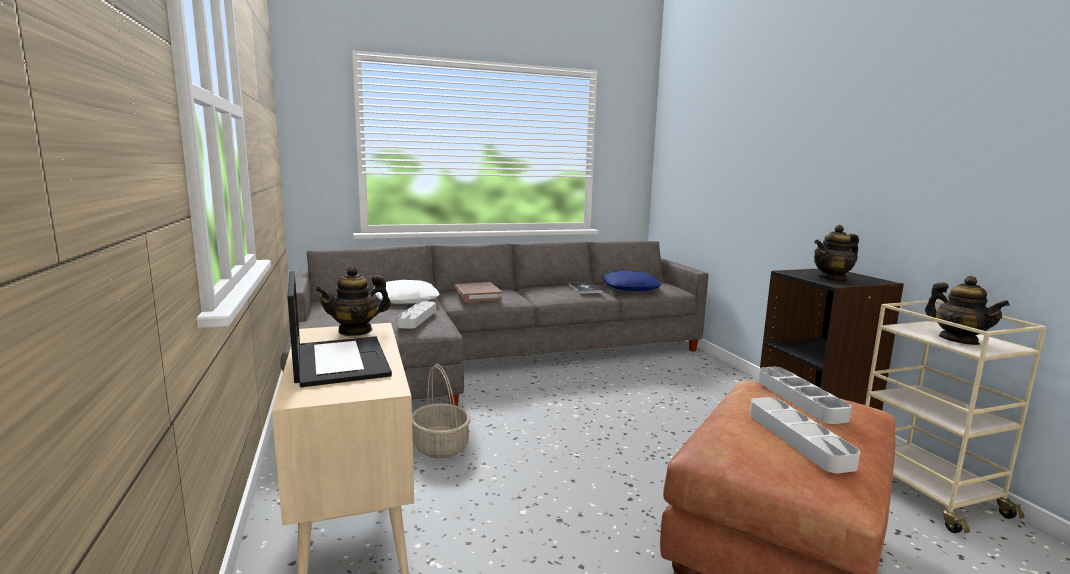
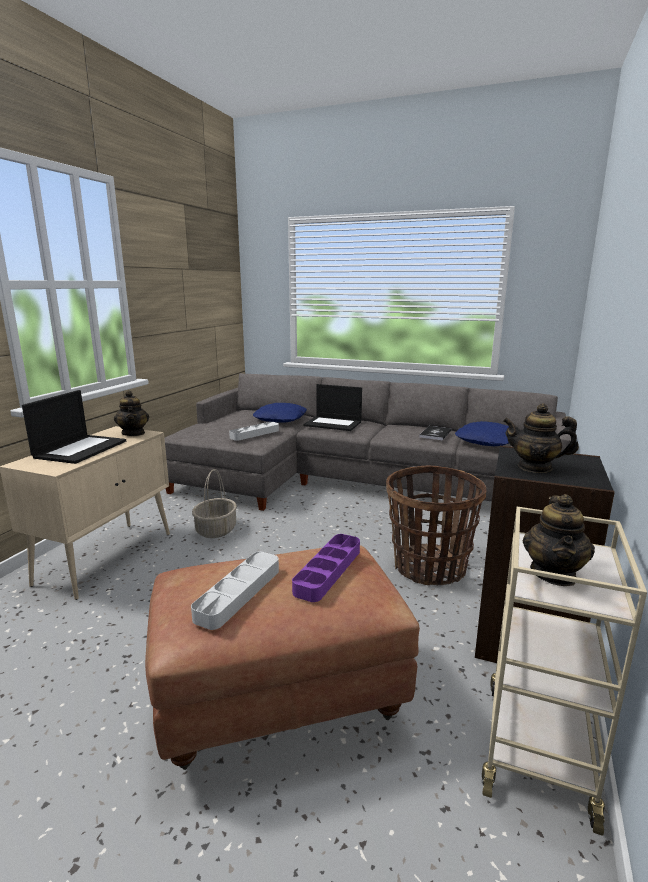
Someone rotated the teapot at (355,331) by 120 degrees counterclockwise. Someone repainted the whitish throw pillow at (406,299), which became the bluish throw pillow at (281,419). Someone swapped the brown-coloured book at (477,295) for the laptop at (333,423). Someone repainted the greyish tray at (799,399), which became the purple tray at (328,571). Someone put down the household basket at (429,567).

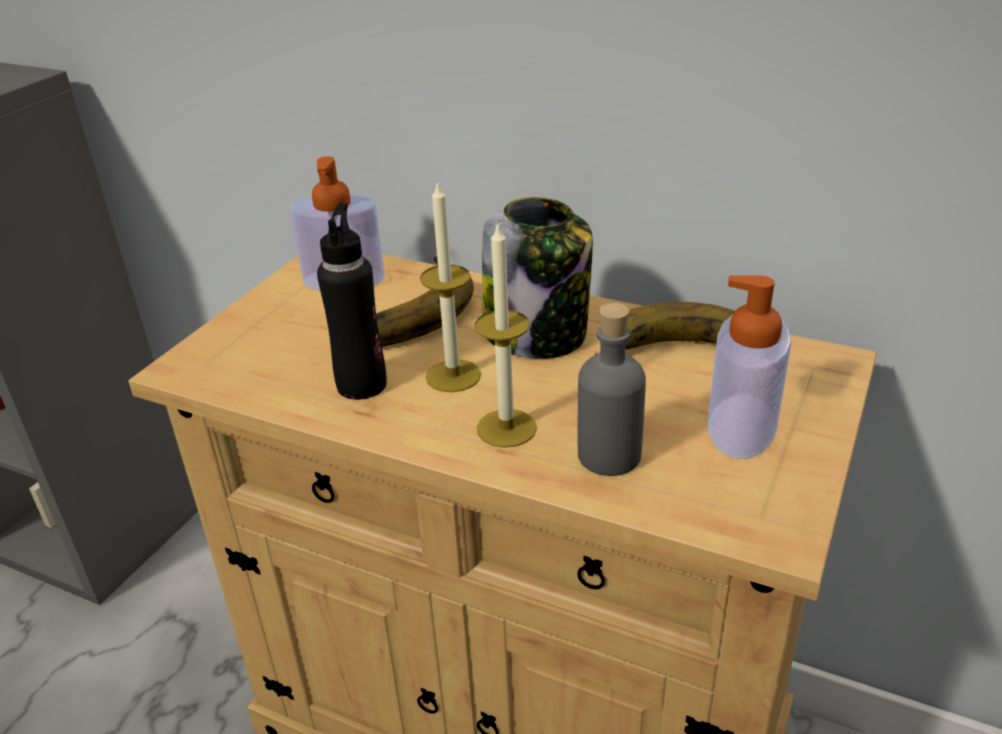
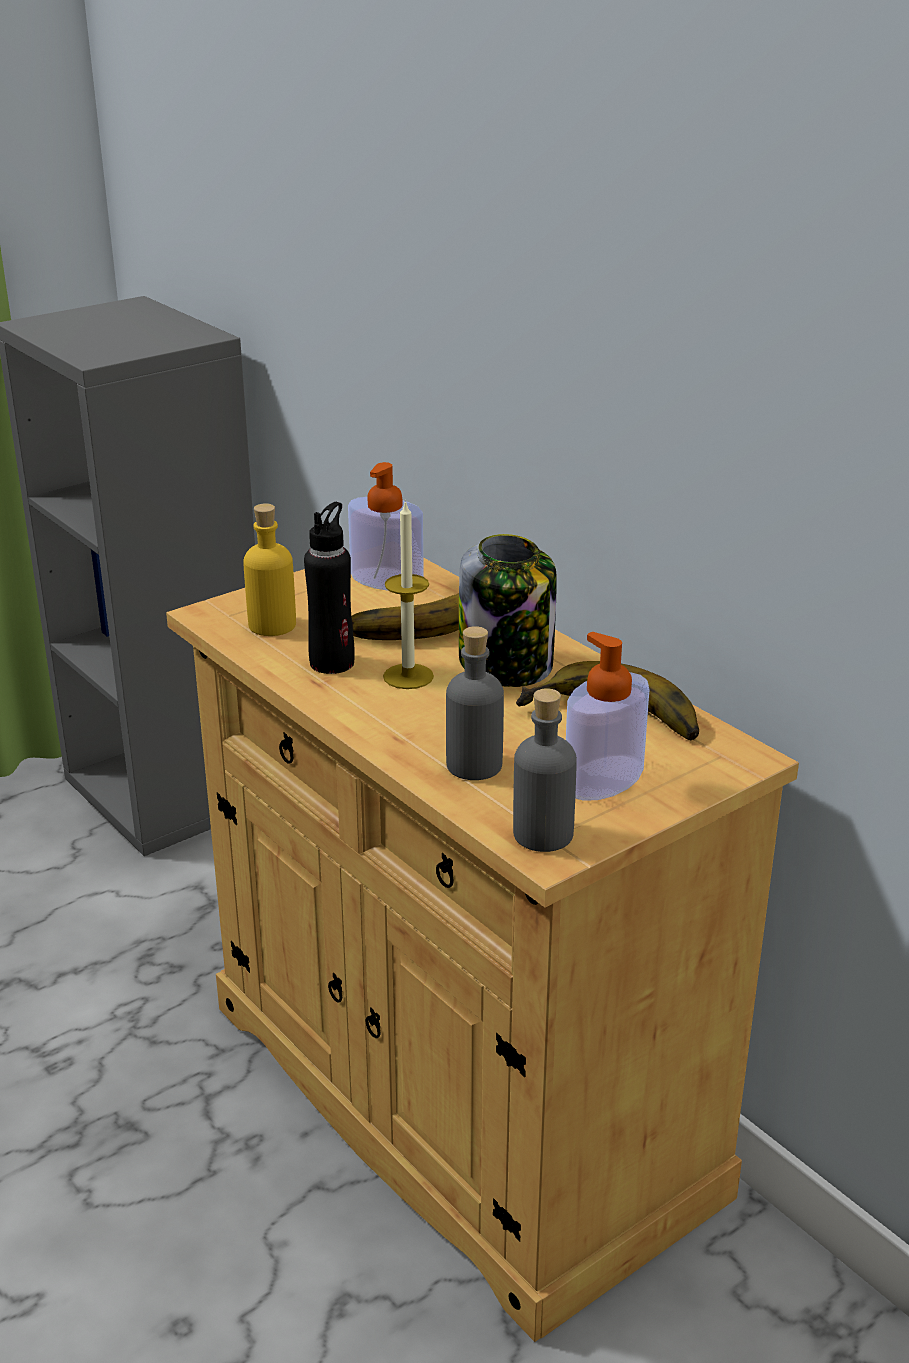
Someone took away the candle at (506,428). Someone put down the yellowish beverage bottle at (272,625). Someone put down the greyish beverage bottle at (543,834).

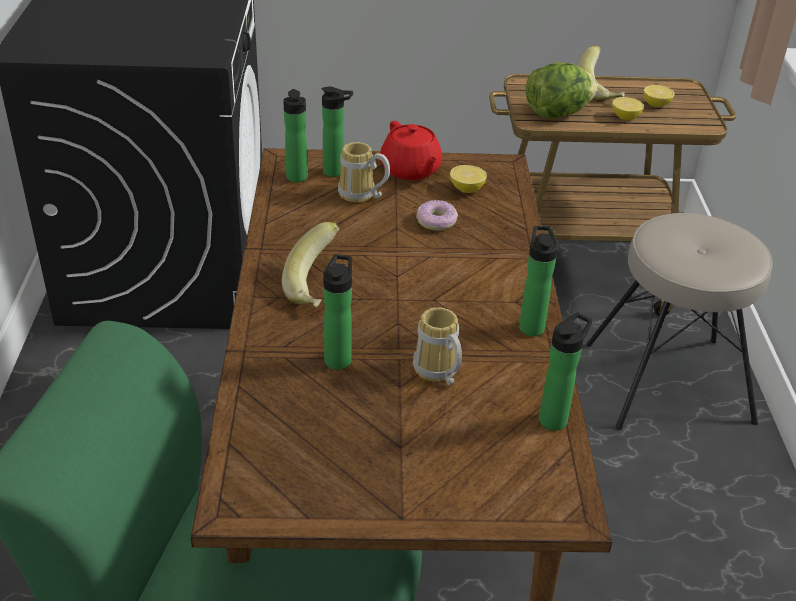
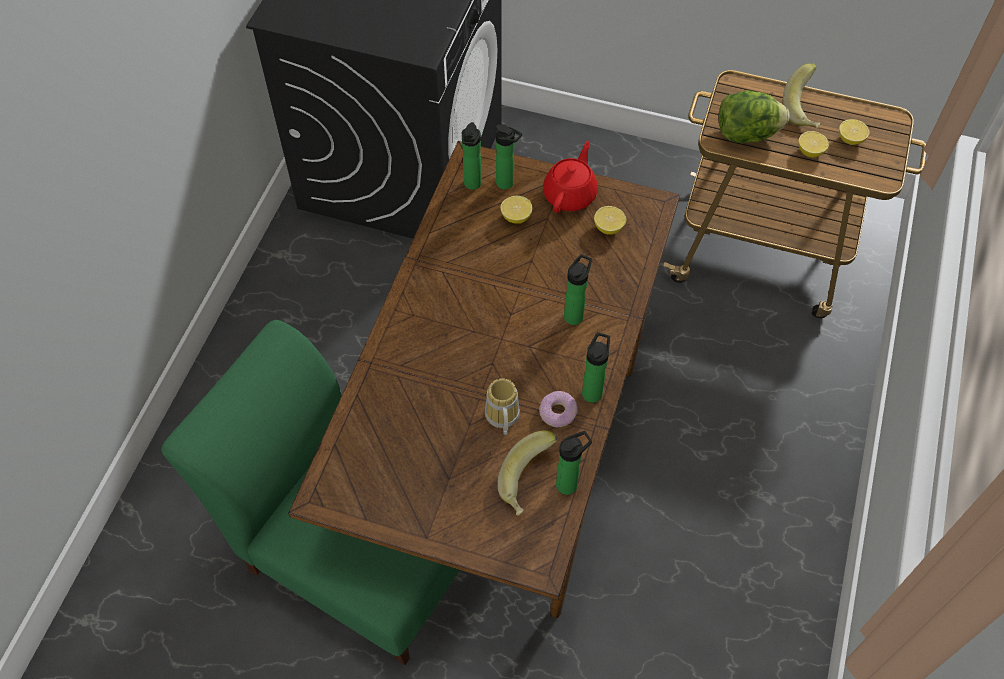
Someone carried the banana from (317,287) to (529,482). Someone carried the beverage bottle from (338,358) to (575,314). Someone swapped the coffee mug at (360,196) for the whole lemon at (516,217). Someone rotated the red-coloured teapot at (410,170) by 150 degrees counterclockwise. Someone carried the doughnut from (436,221) to (558,412). Someone took away the sand-coloured sitting stool at (667,380).

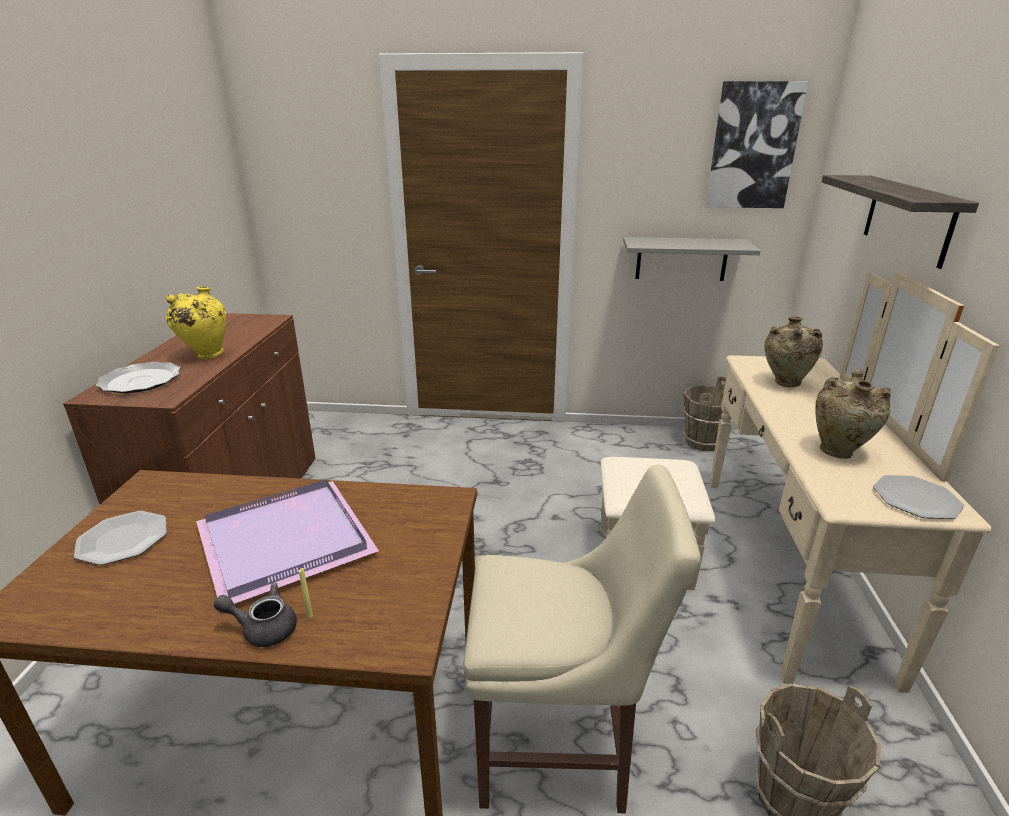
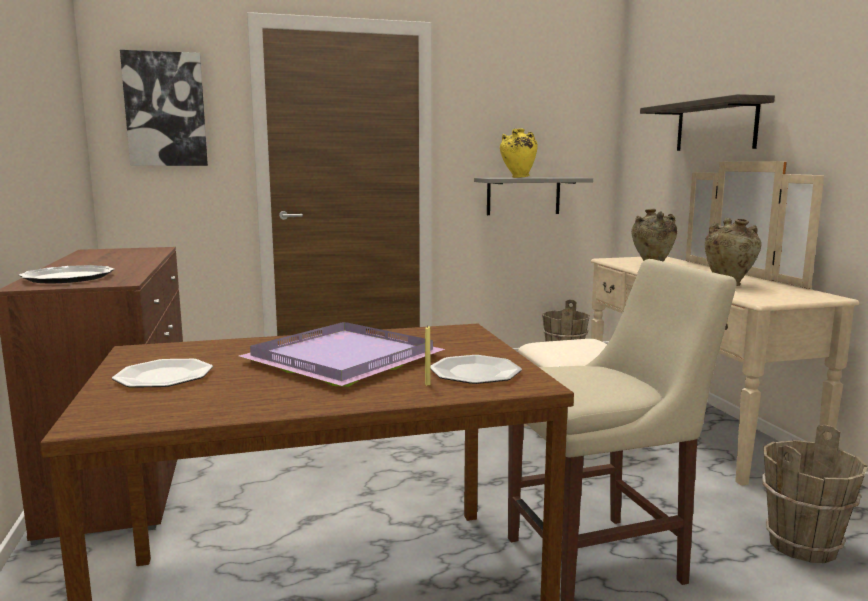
Someone carried the yellowish flower vase from (206,355) to (518,177). Someone took away the greyish teapot at (263,628). Someone carried the wall art from (753,146) to (165,109). Someone carried the flat dish from (916,499) to (475,372).

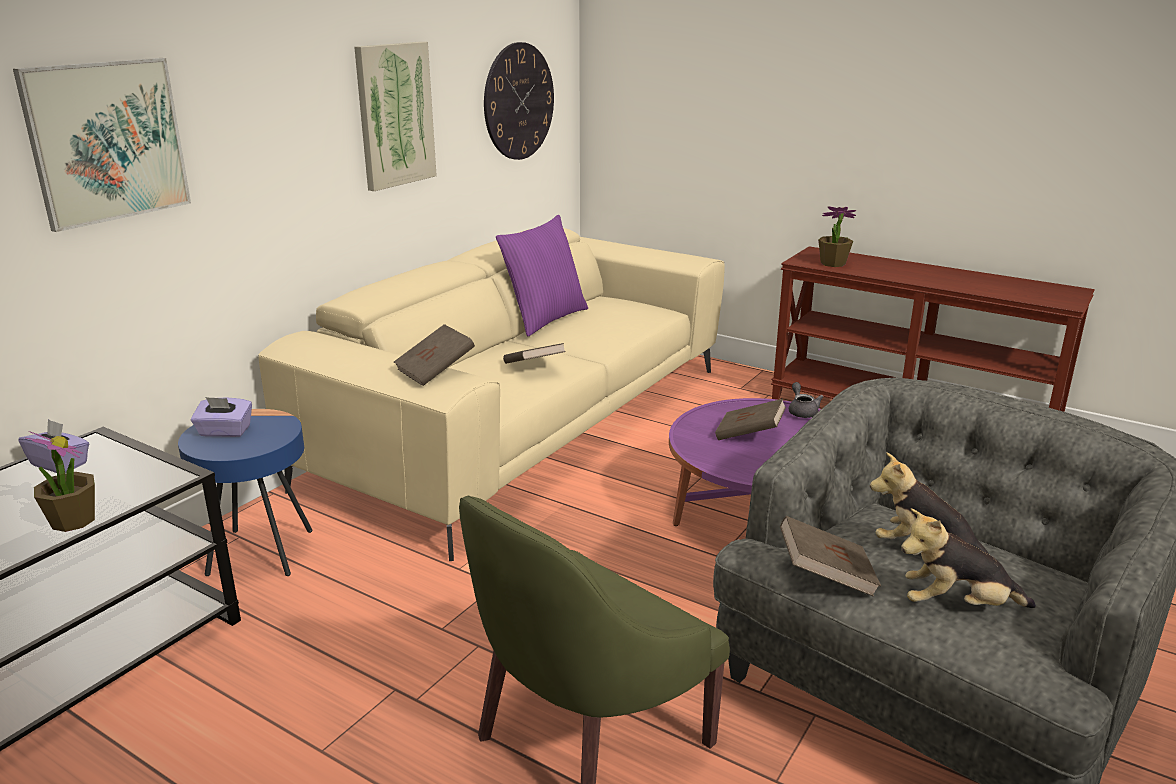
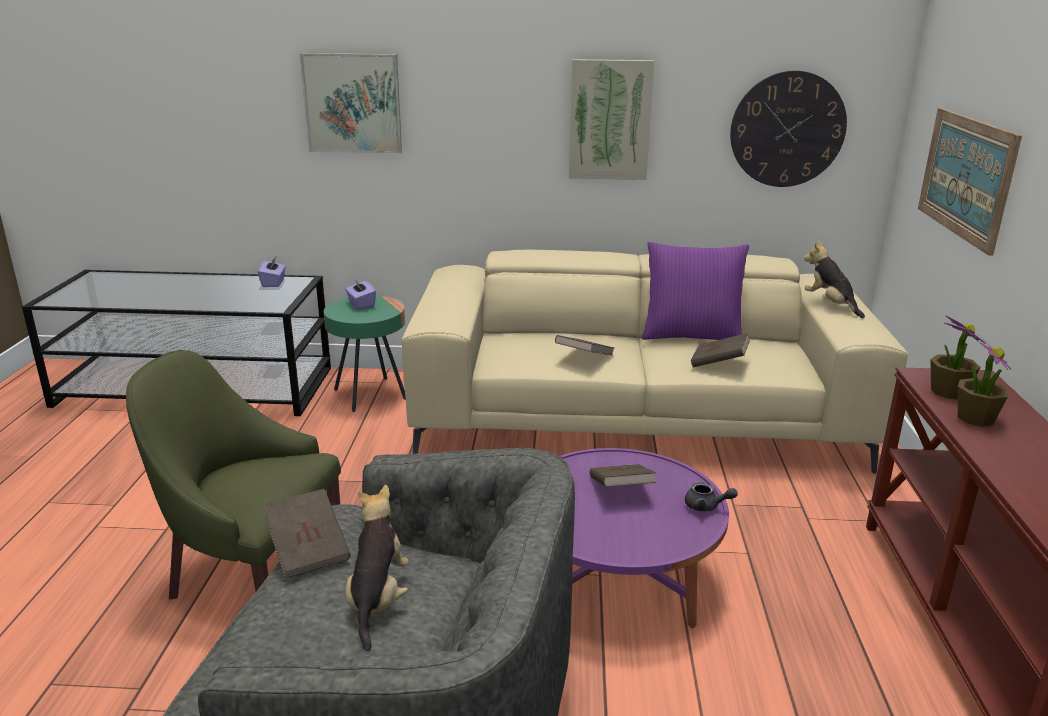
Someone carried the potted plant from (73,520) to (975,418). Someone repainted the bluish accent table at (261,552), which became the green-coloured accent table at (370,394). Someone carried the brown-coloured book from (435,371) to (719,363). Someone rotated the greyish teapot at (802,411) by 60 degrees clockwise. Someone carried the soft toy from (957,605) to (830,305). Someone put up the wall art at (965,176).

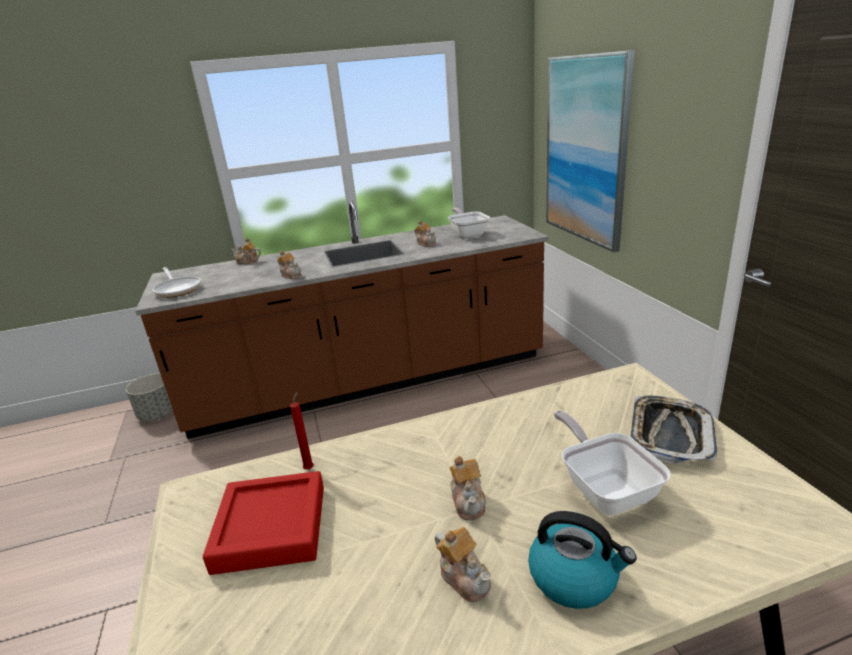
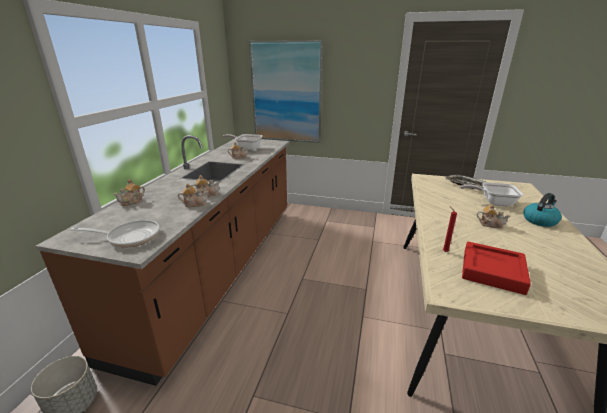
Someone carried the teapot from (465,577) to (195,204).

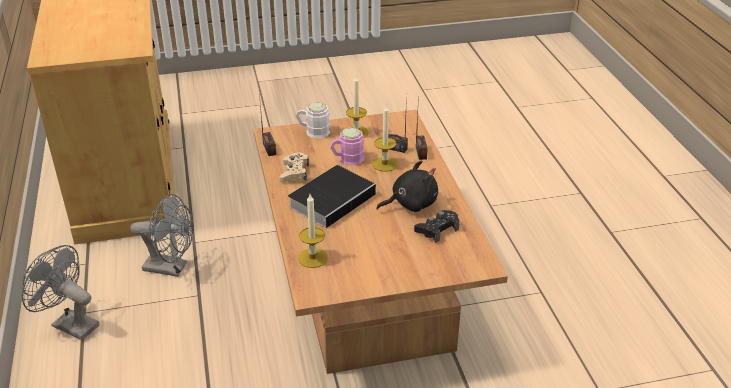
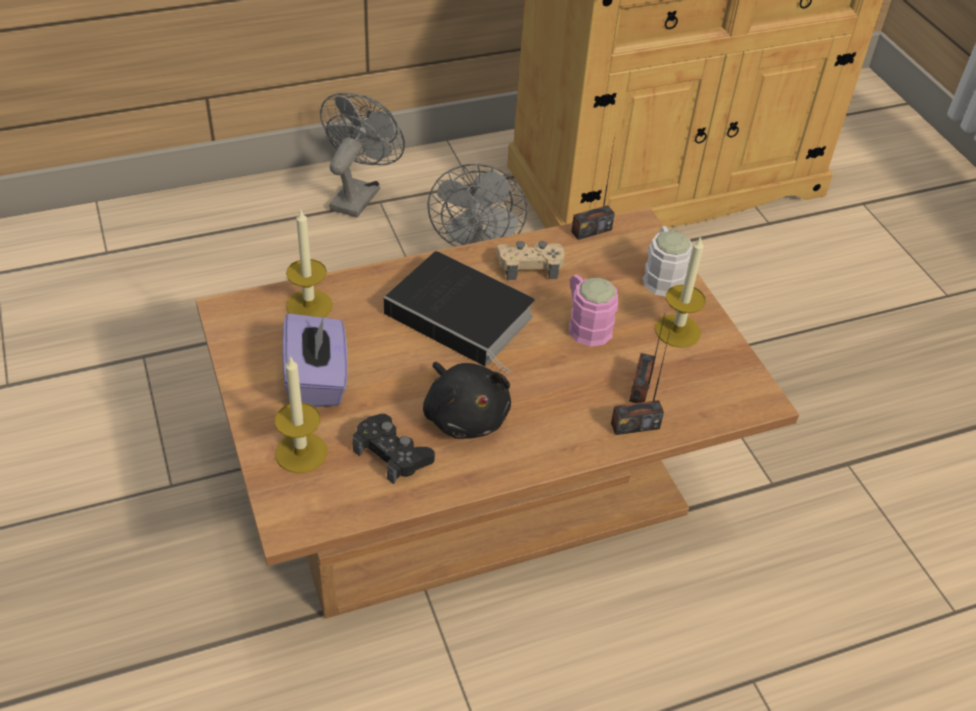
Someone carried the candle from (385,164) to (301,452). Someone put down the purple box of tissues at (317,380).

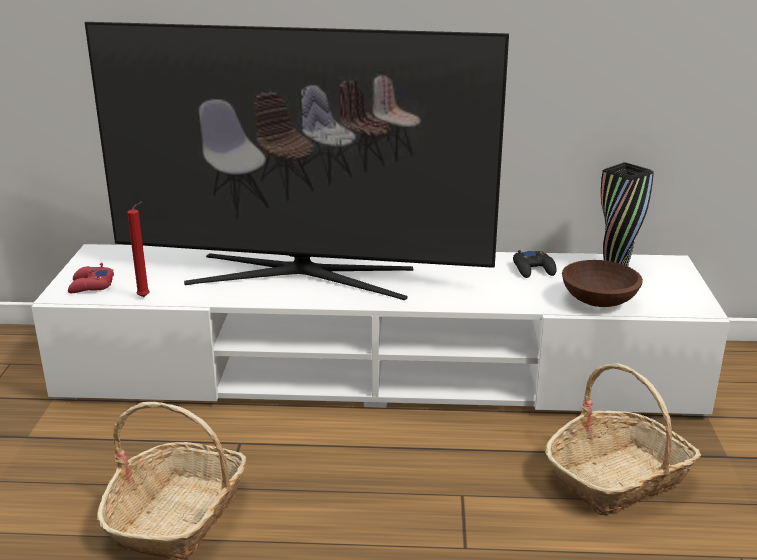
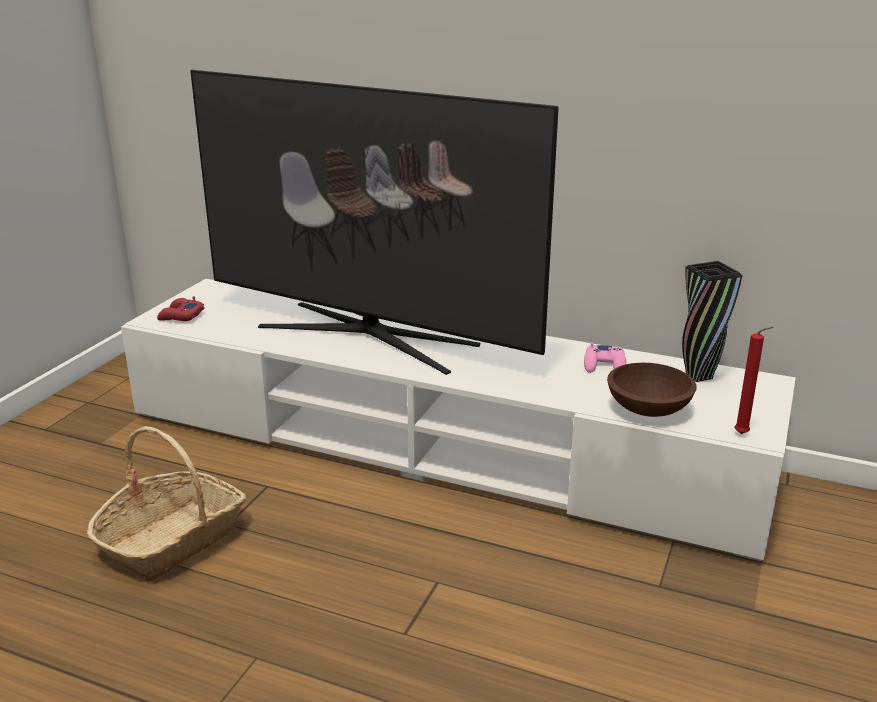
Someone carried the red-coloured candle from (145,297) to (743,434). Someone repainted the black-coloured game controller at (533,269), which became the pink game controller at (604,365). Someone took away the household basket at (618,478).

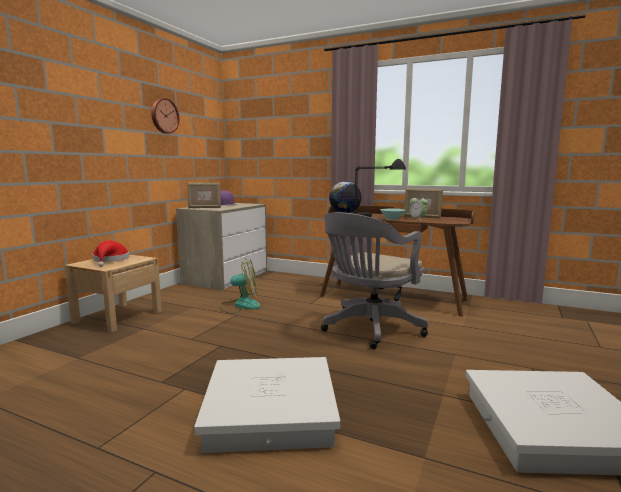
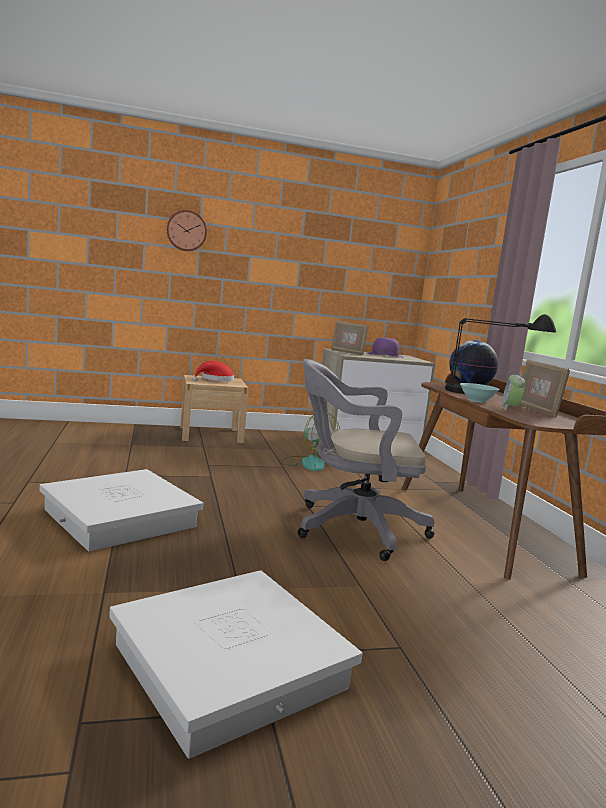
Someone carried the wall clock from (164,116) to (186,231).

